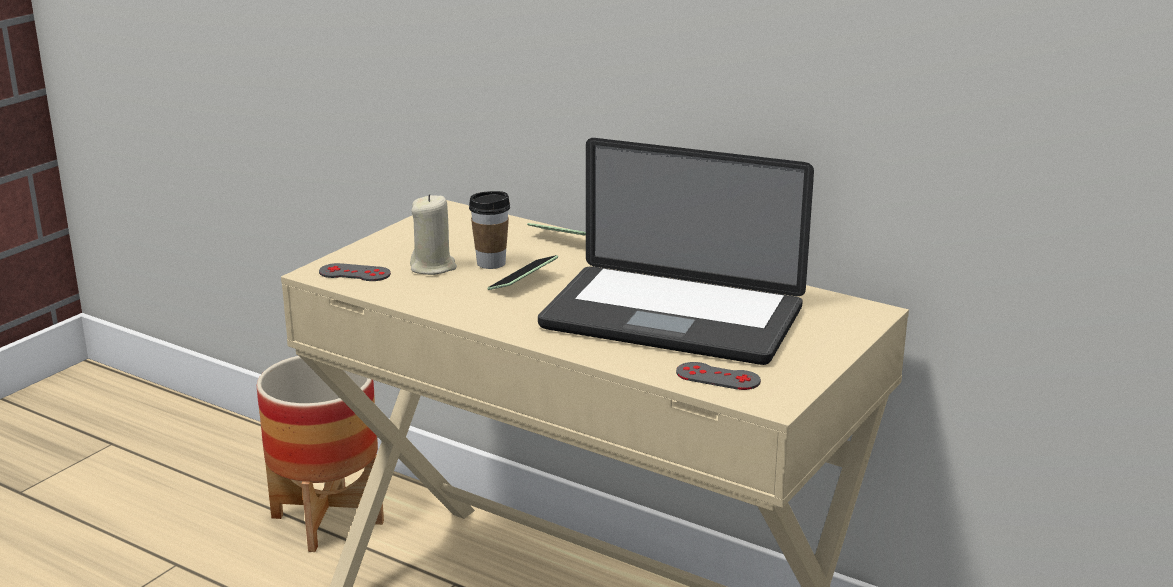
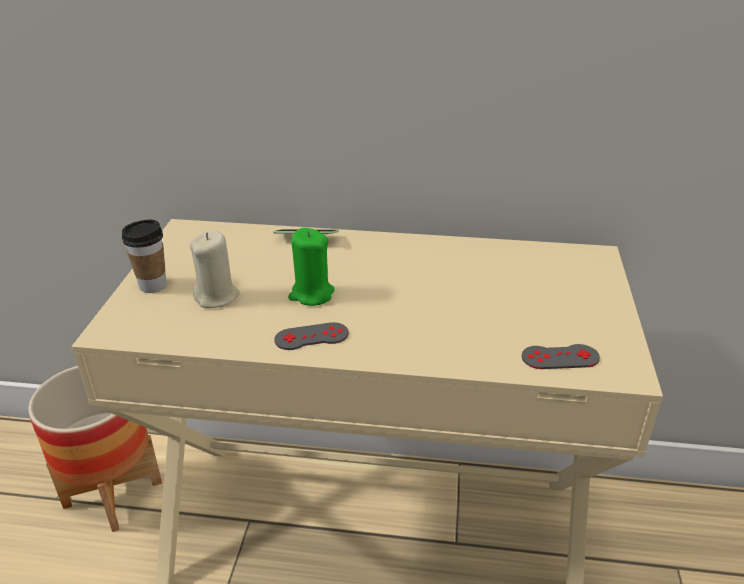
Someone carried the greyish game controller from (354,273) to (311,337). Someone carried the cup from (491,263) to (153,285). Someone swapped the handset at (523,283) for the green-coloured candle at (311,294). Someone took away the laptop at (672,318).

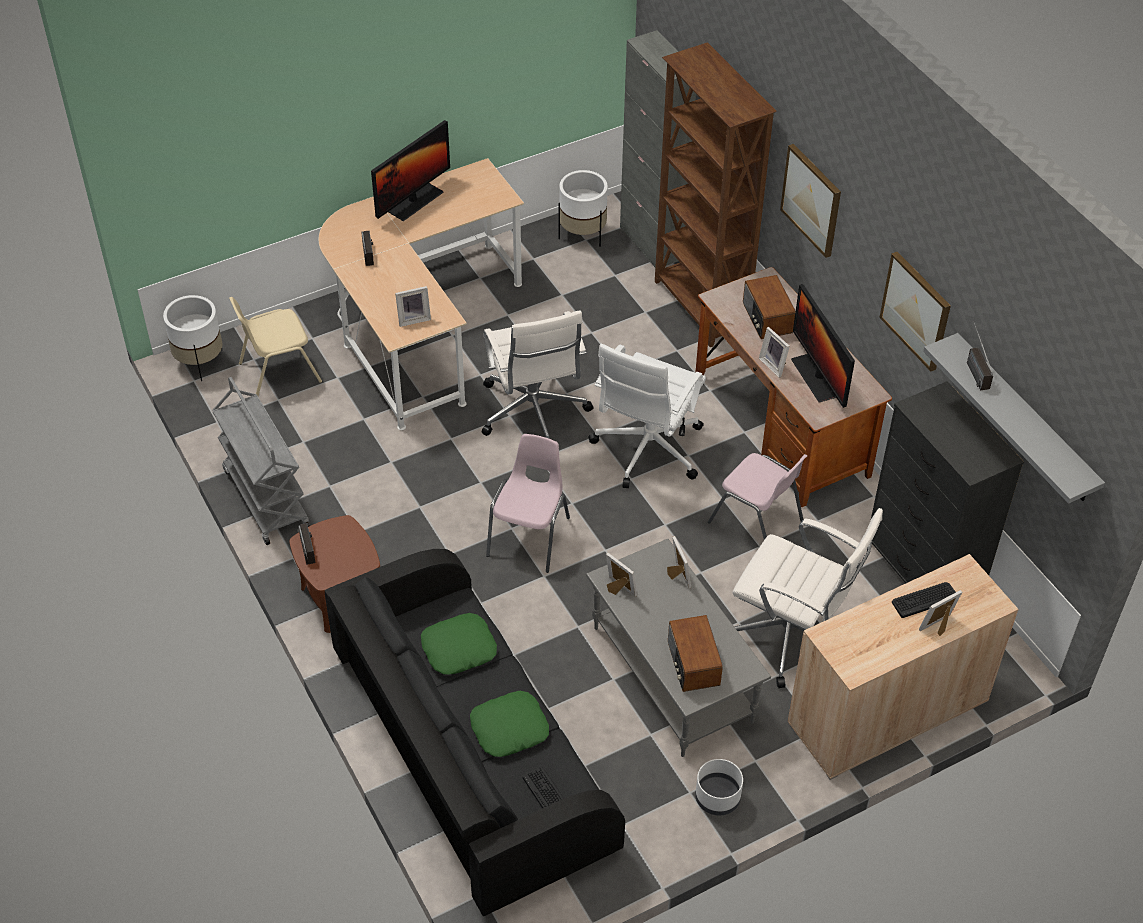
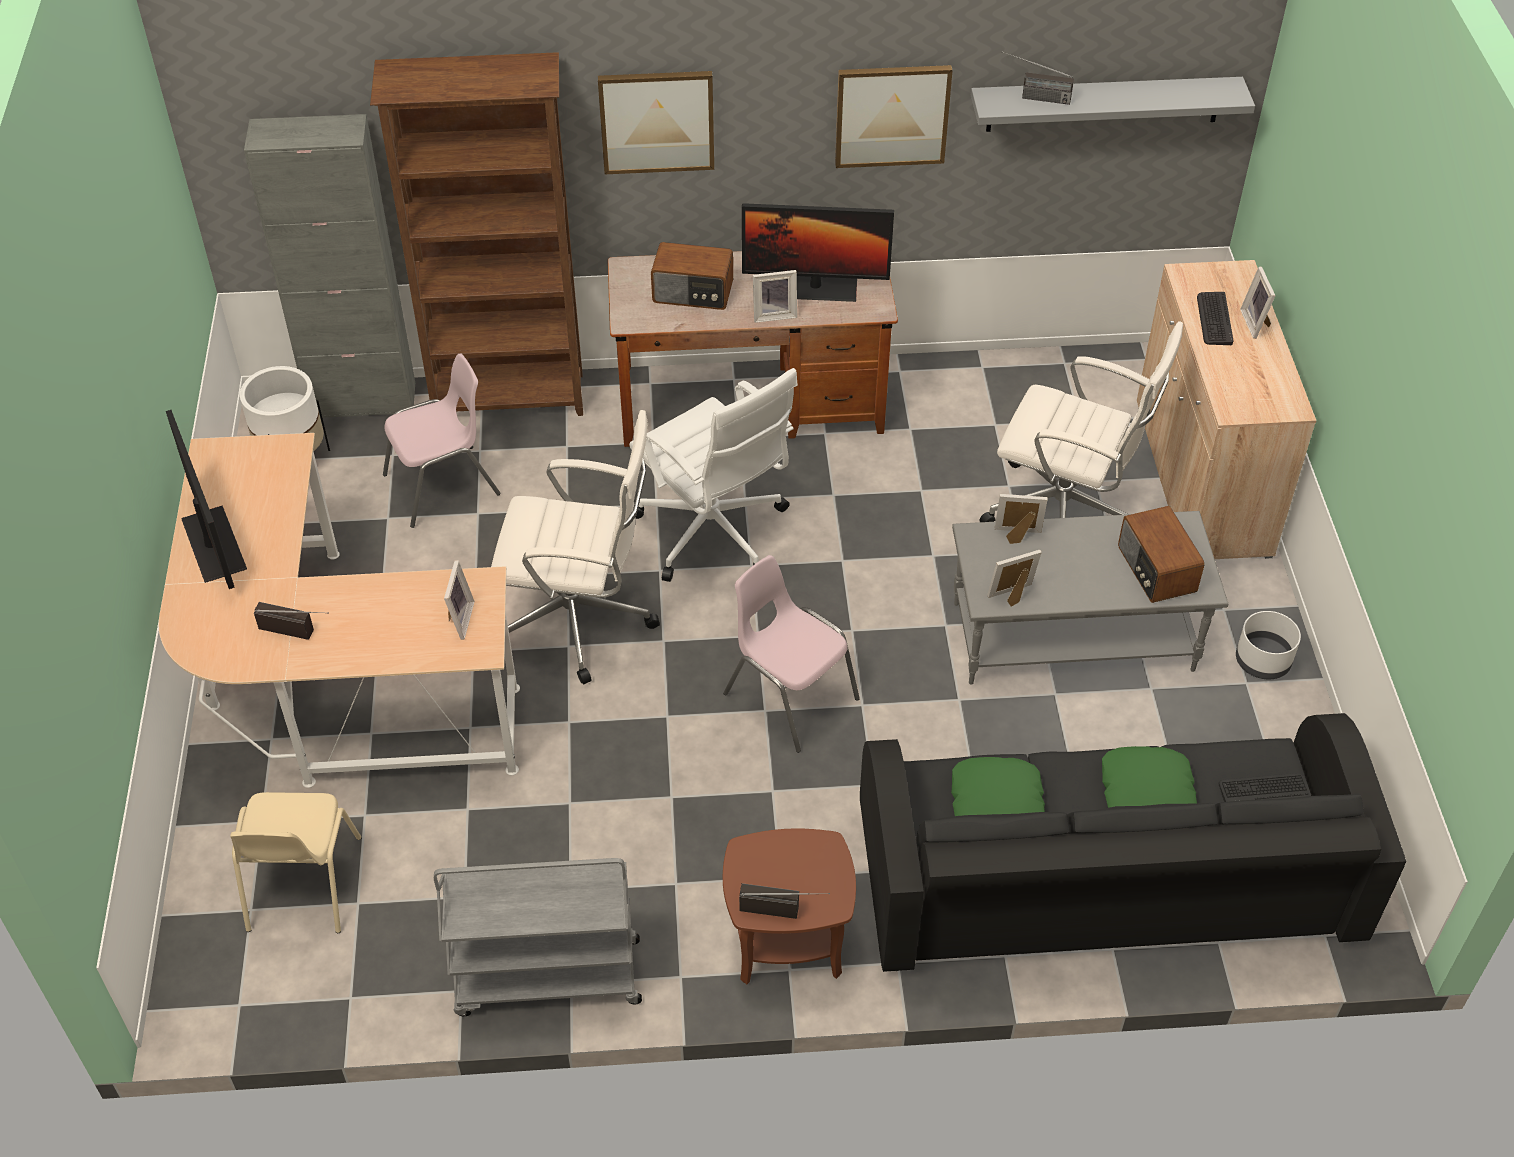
Someone took away the whitish flower pot at (200,362). Someone rotated the radio set at (692,664) by 60 degrees clockwise. Someone carried the pink upright chair from (757,522) to (444,485). Someone rotated the whitish computer chair at (791,637) by 60 degrees clockwise. Someone took away the black-coloured dresser at (923,571).

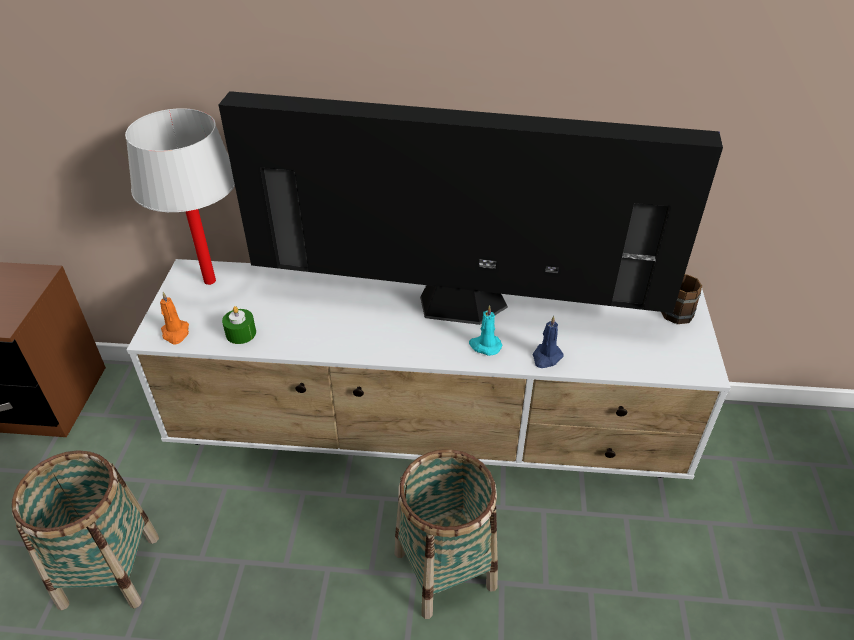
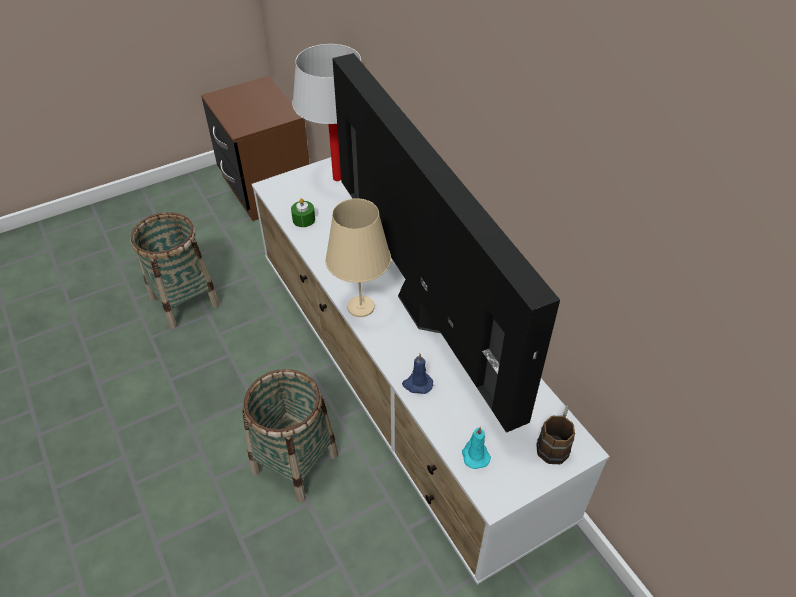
Someone took away the orange candle at (176,333). Someone carried the turquoise candle from (484,346) to (475,454). Someone put down the sand-coloured tabletop lamp at (361,307).

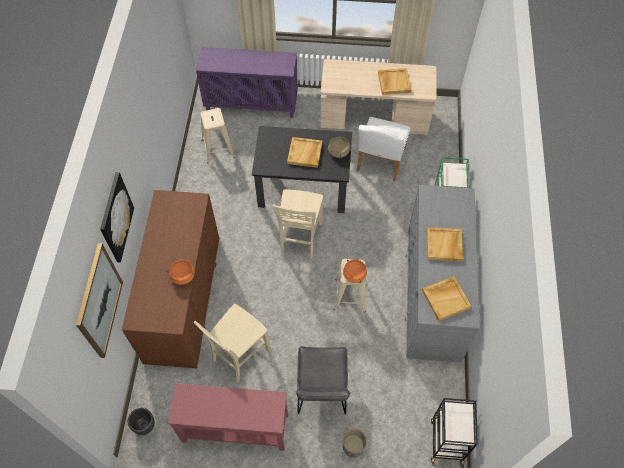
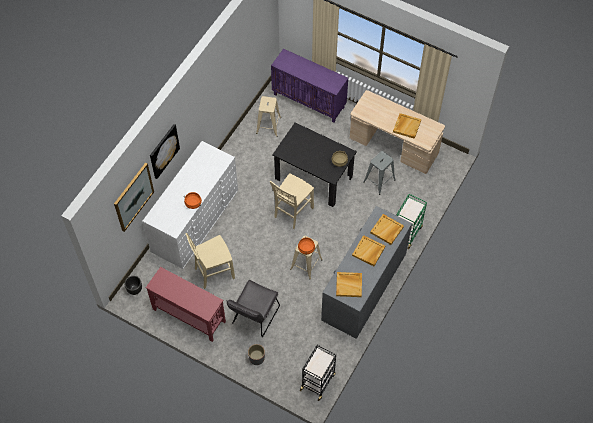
Someone repainted the brown-coloured dresser at (183,298), which became the whitish dresser at (195,220). Someone carried the sand-coloured tray from (305,153) to (387,230). Someone swapped the whitish upright chair at (380,162) for the greyish sitting stool at (379,181).

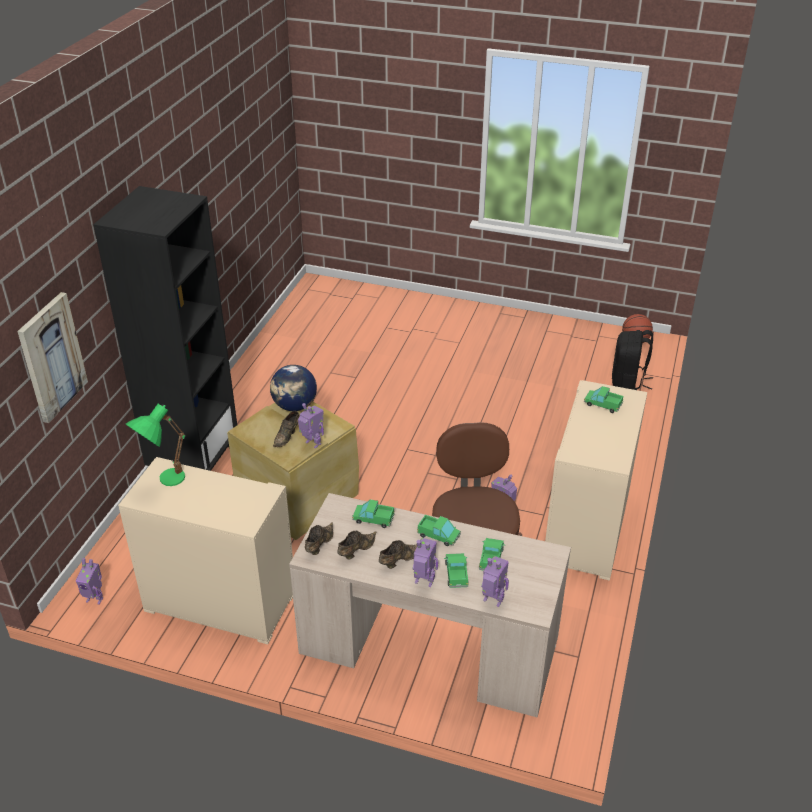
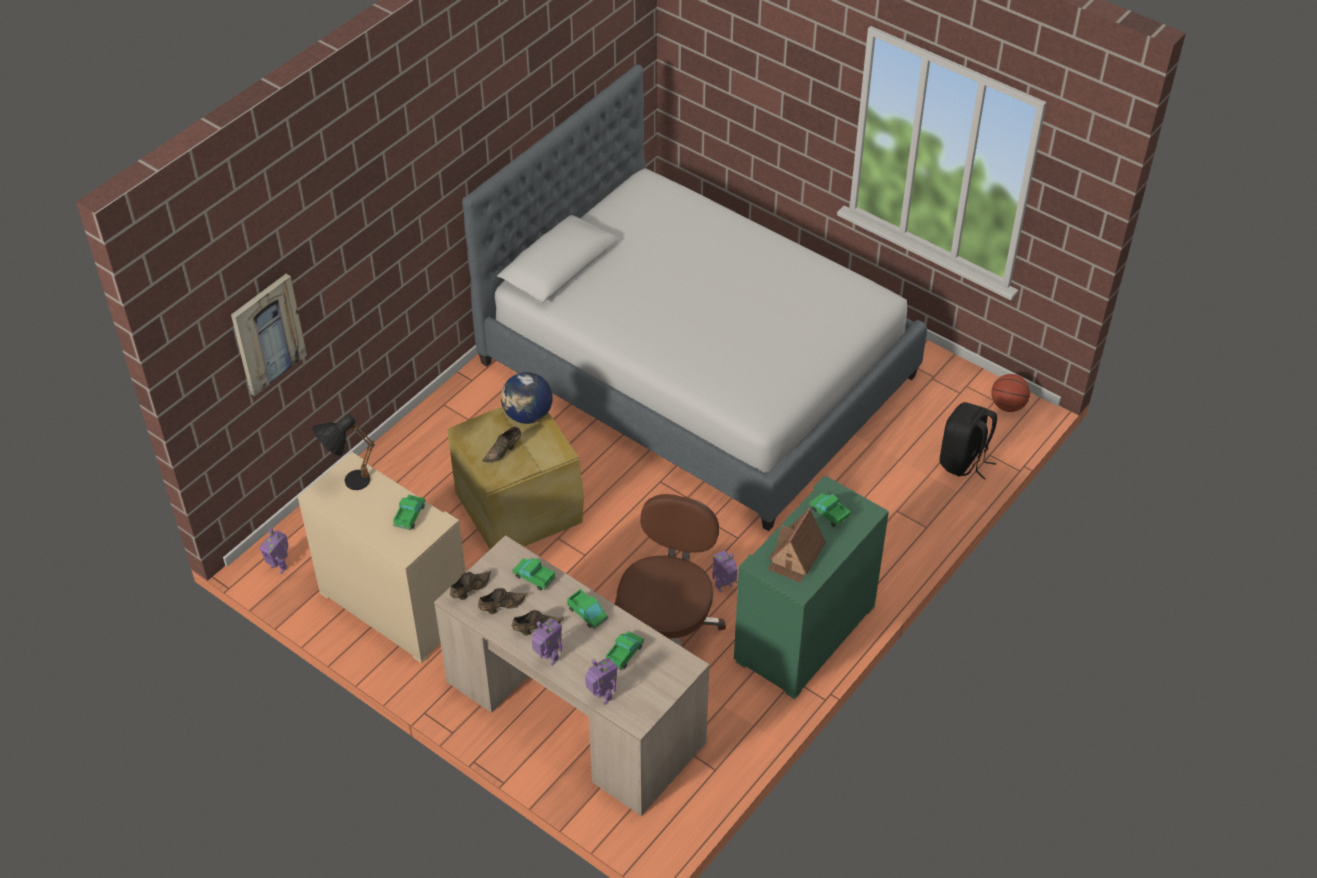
Someone took away the black-coloured bookshelf at (195,465). Someone repainted the green-coloured tabletop lamp at (163,481), which became the black-coloured tabletop lamp at (347,482). Someone took away the robot figure at (312,444). Someone carried the toy truck from (456,574) to (410,515). Someone repainted the sand-coloured dresser at (588,529), which became the green-coloured dresser at (806,634). Someone put down the sleeping bed at (697,369). Someone put down the model house at (795,556).

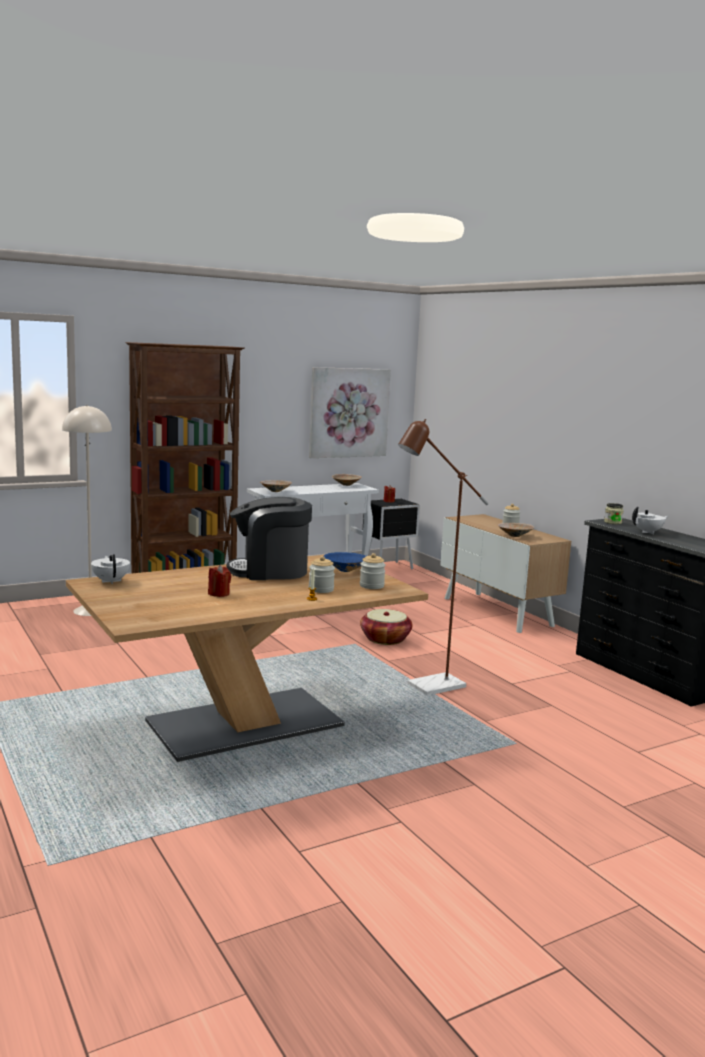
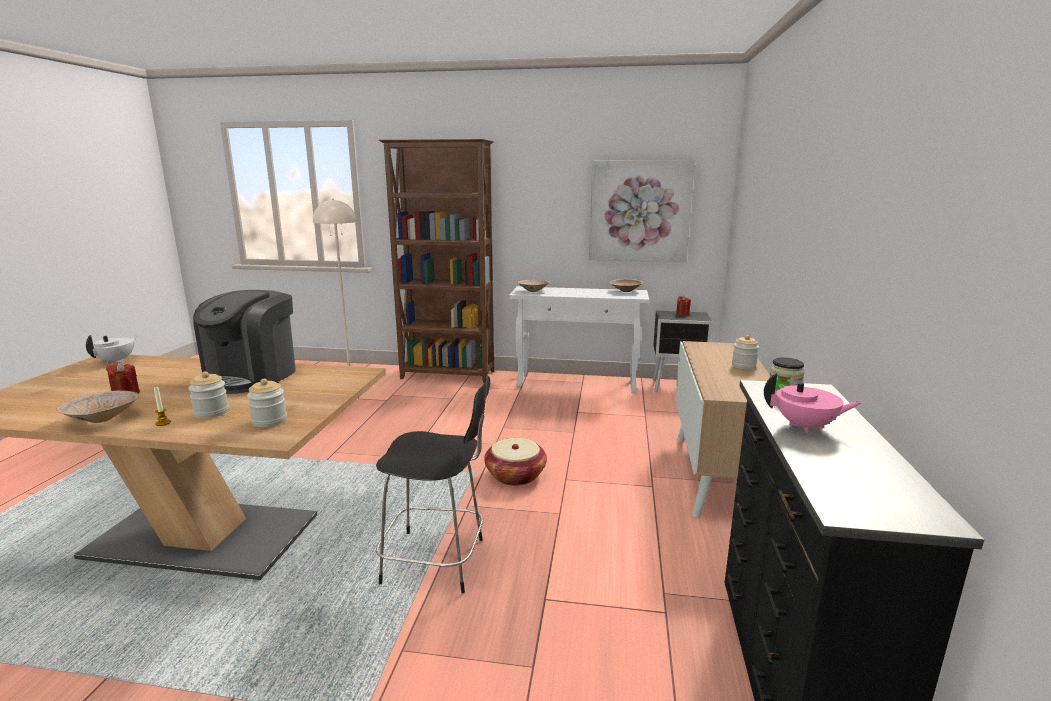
Someone rotated the coffee maker at (270,571) by 105 degrees counterclockwise. Someone took away the bluish bowl at (346,570). Someone swapped the brown-coloured standing lamp at (428,687) for the black-coloured upright chair at (437,561). Someone carried the sand-coloured bowl from (514,535) to (104,418). Someone repainted the whitish teapot at (648,532), which became the pink teapot at (805,427).

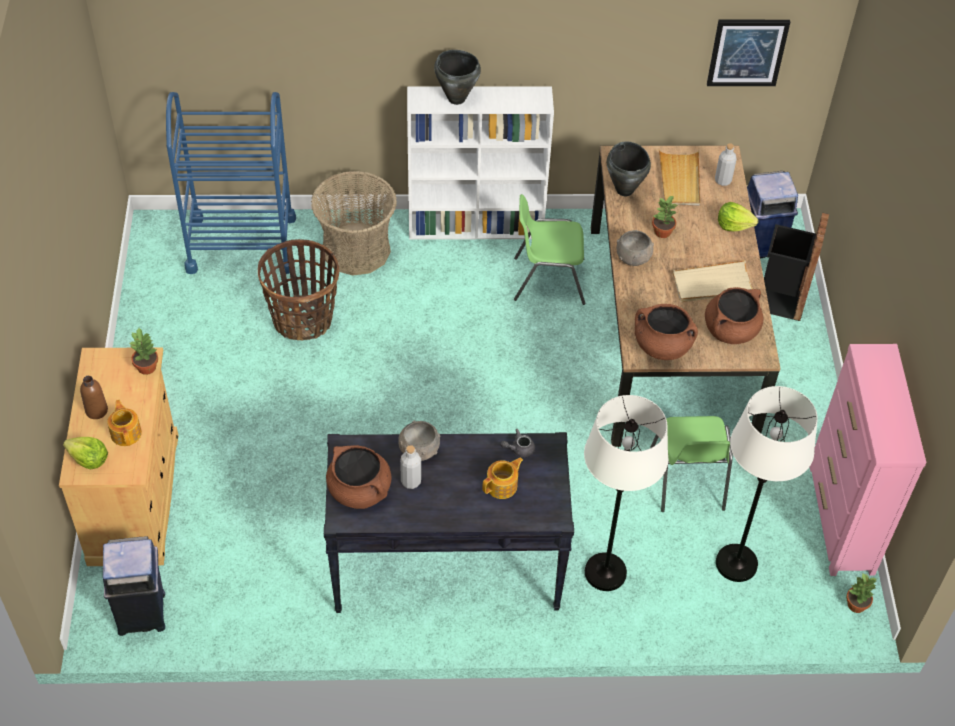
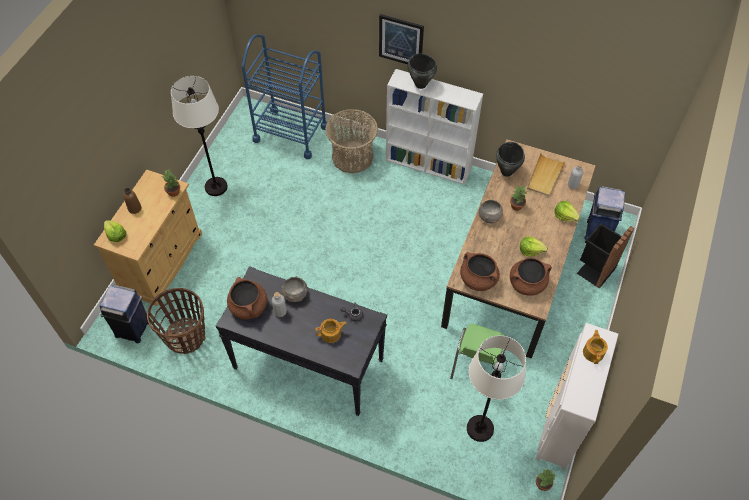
Someone carried the teapot from (126,433) to (593,352). Someone carried the household basket from (303,319) to (185,336). Someone took away the green-coloured upright chair at (547,279). Someone carried the whitish standing lamp from (605,573) to (216,187). Someone swapped the sand-coloured tray at (712,284) for the lettuce head at (530,250). Someone carried the wall art from (747,52) to (401,40). Someone repainted the pink dresser at (841,519), which became the whitish dresser at (561,425).

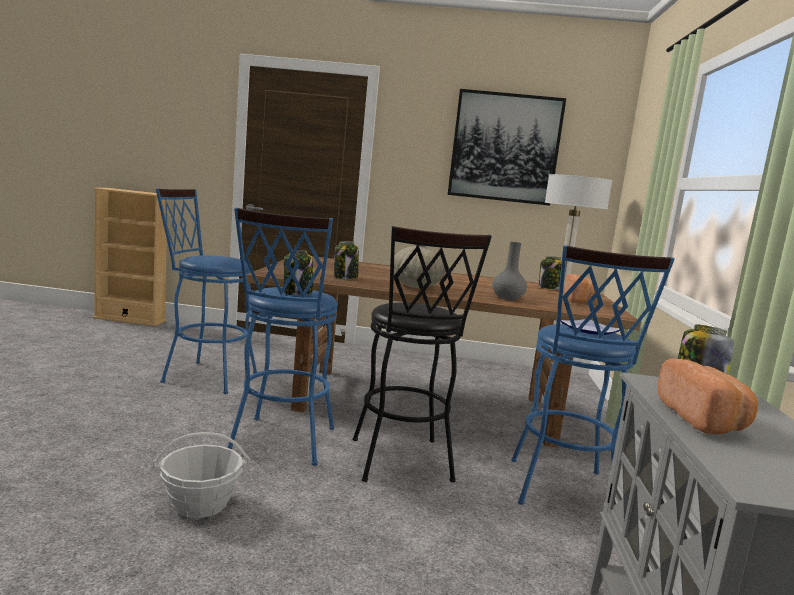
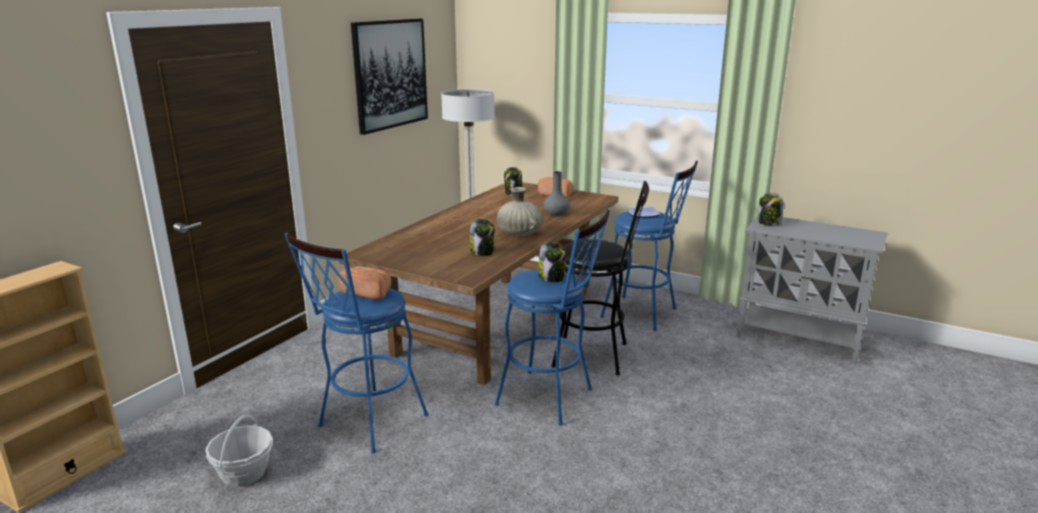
Someone carried the household basket from (200,503) to (244,473). Someone carried the baked bread from (703,419) to (368,292).

